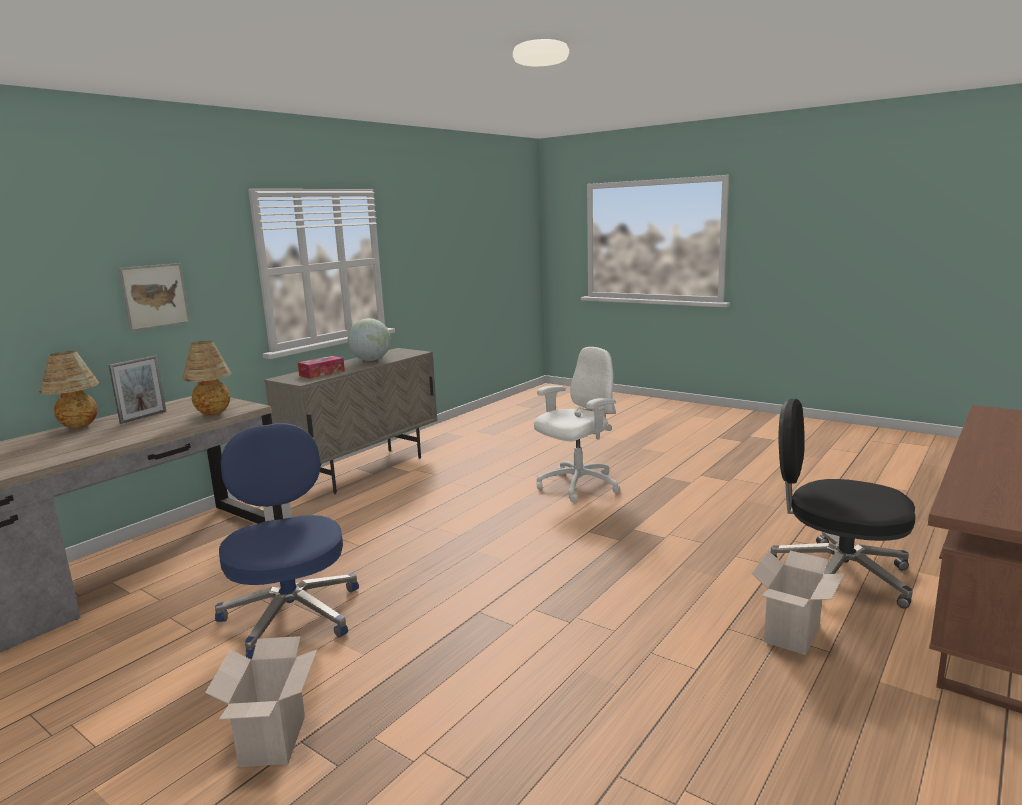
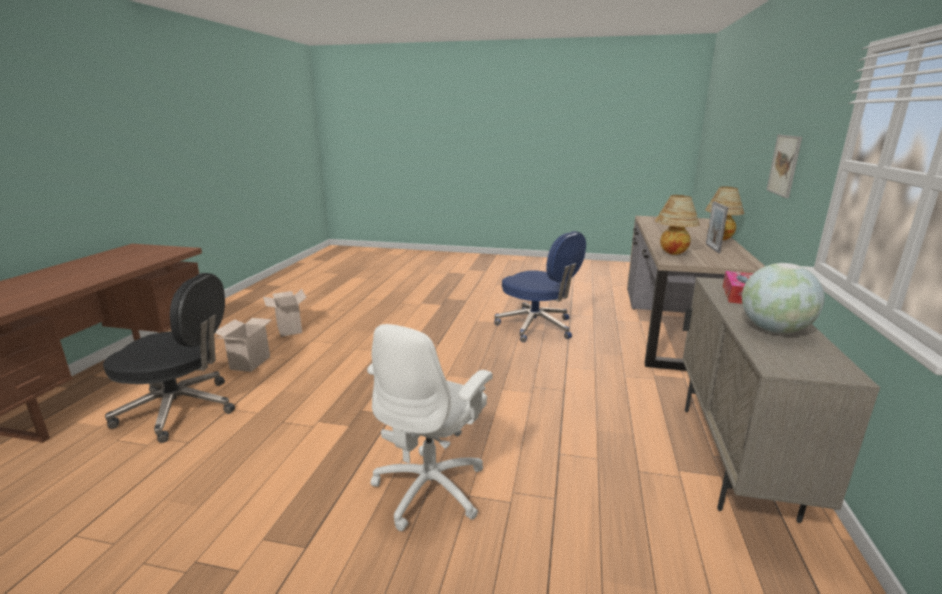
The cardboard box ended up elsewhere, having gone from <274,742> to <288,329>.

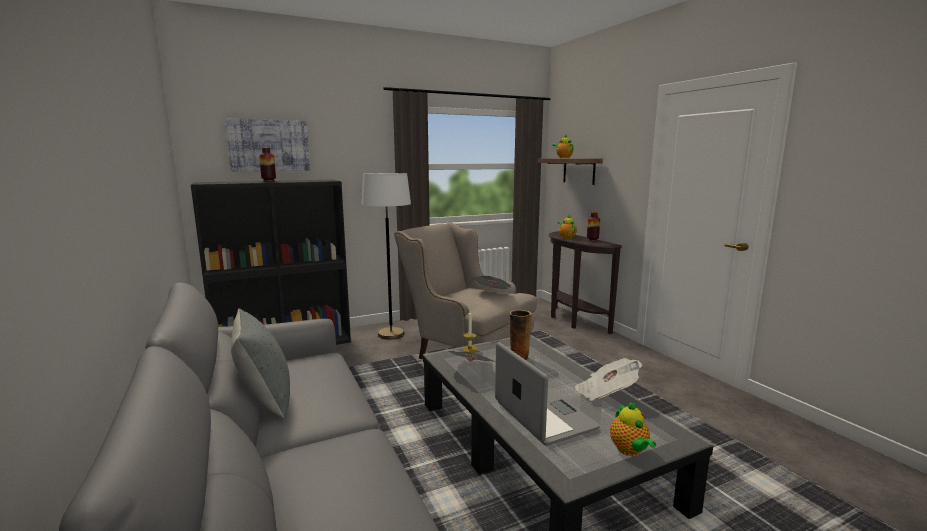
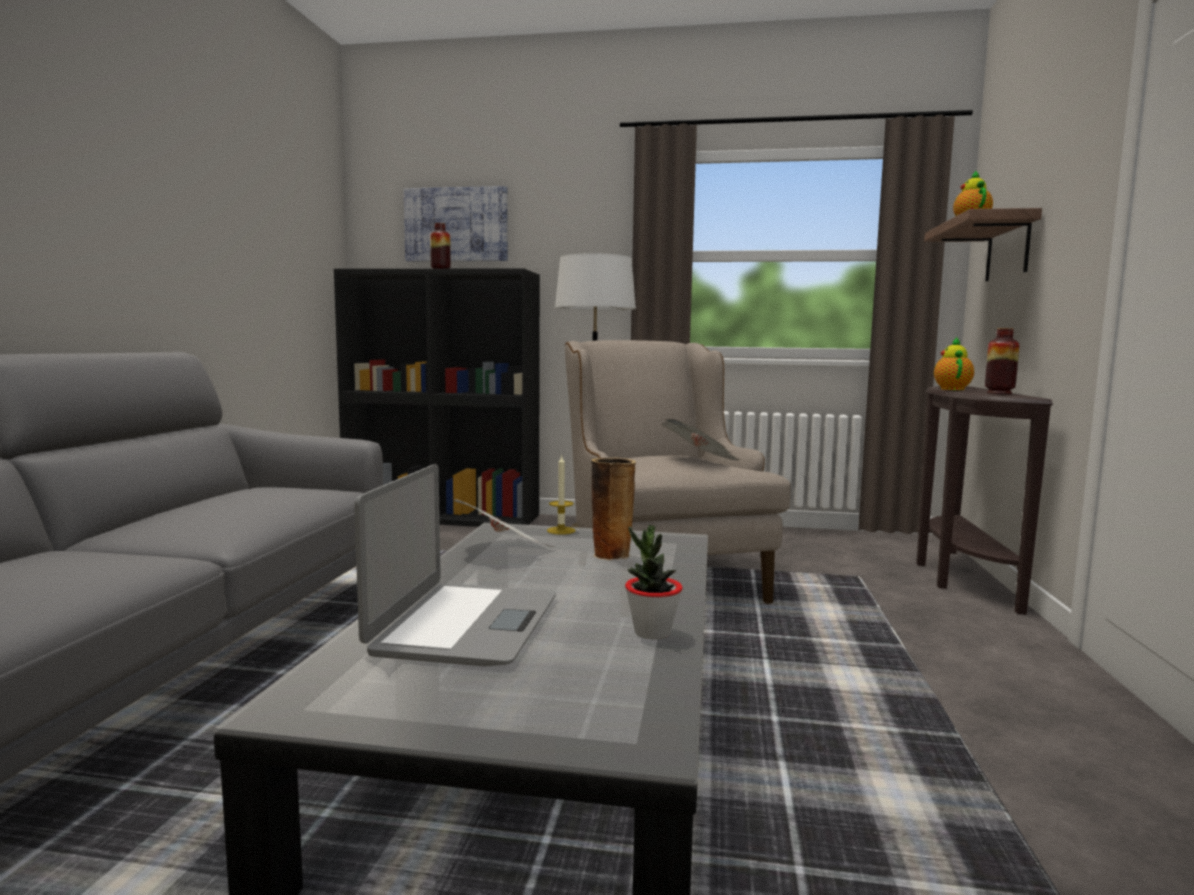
The second view lost the grey pillow at <265,400>.
The second view lost the teapot at <629,451>.
Where the newspaper stood at <606,393>, the potted plant came to stand at <652,632>.

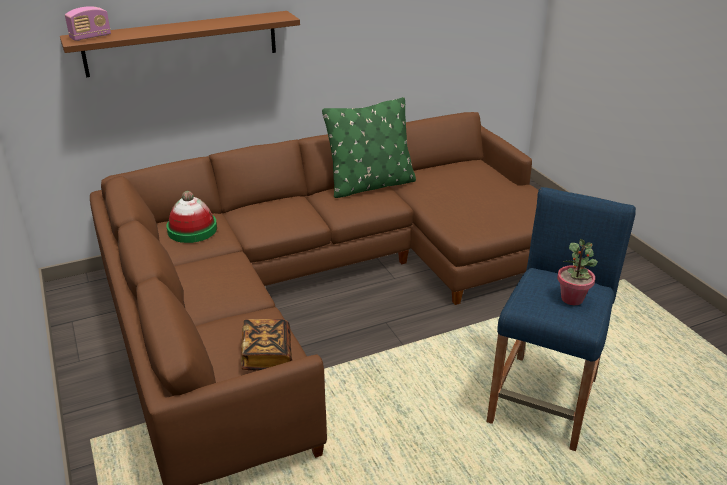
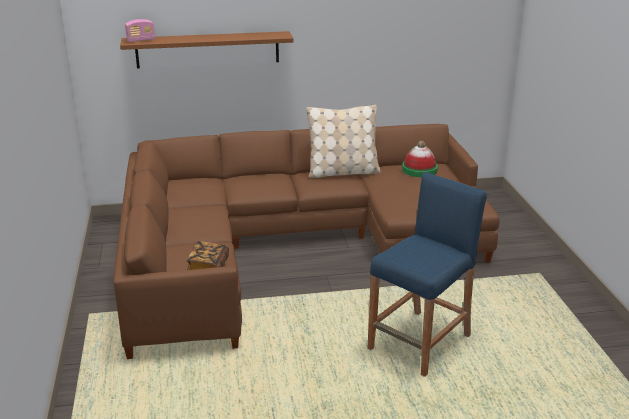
The second view lost the potted plant at <572,299>.
The hat ended up elsewhere, having gone from <192,230> to <419,170>.
What was the green pillow at <370,185> turned into the beige pillow at <343,172>.

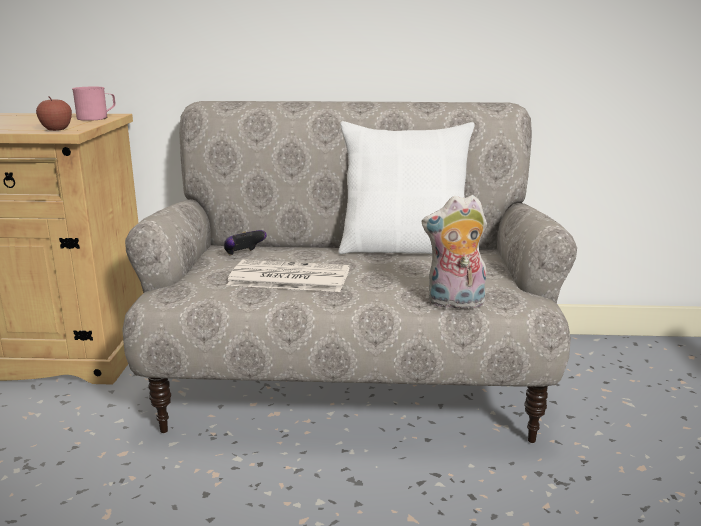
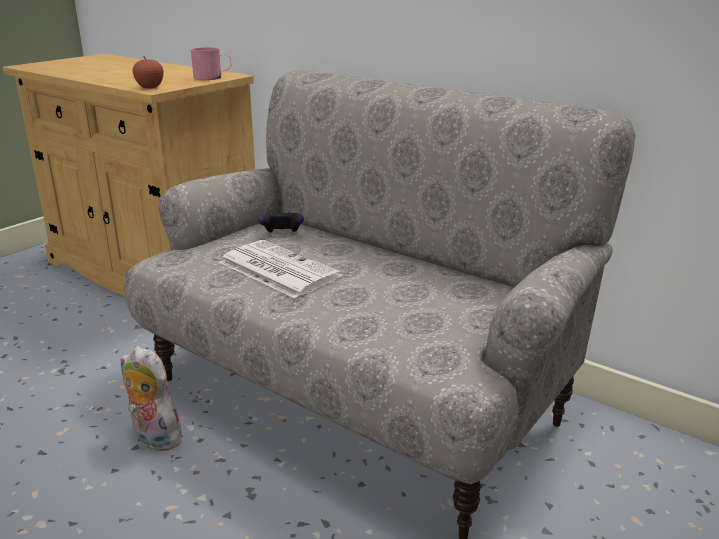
The second view lost the white pillow at <404,248>.
The plush toy ended up elsewhere, having gone from <455,304> to <153,439>.

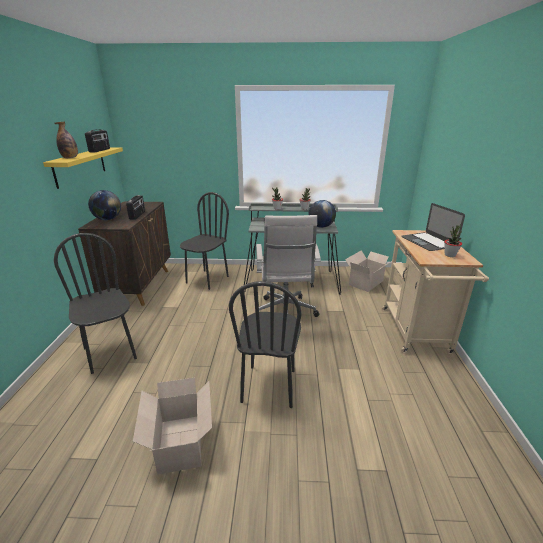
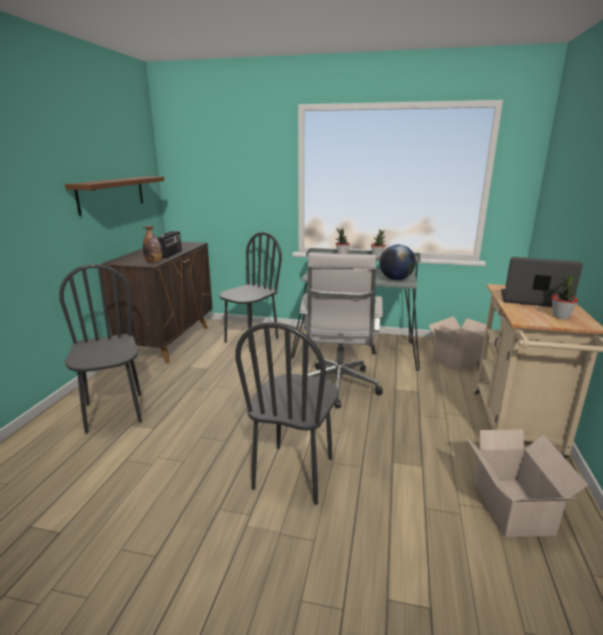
The second view lost the radio at <100,150>.
The second view lost the globe at <108,219>.
The bottle ended up elsewhere, having gone from <70,158> to <154,262>.
The cardboard box ended up elsewhere, having gone from <180,445> to <512,509>.
What was the yellow shelf at <80,166> turned into the brown shelf at <111,194>.
The laptop at <428,241> ended up facing another way, 120 degrees clockwise from before.

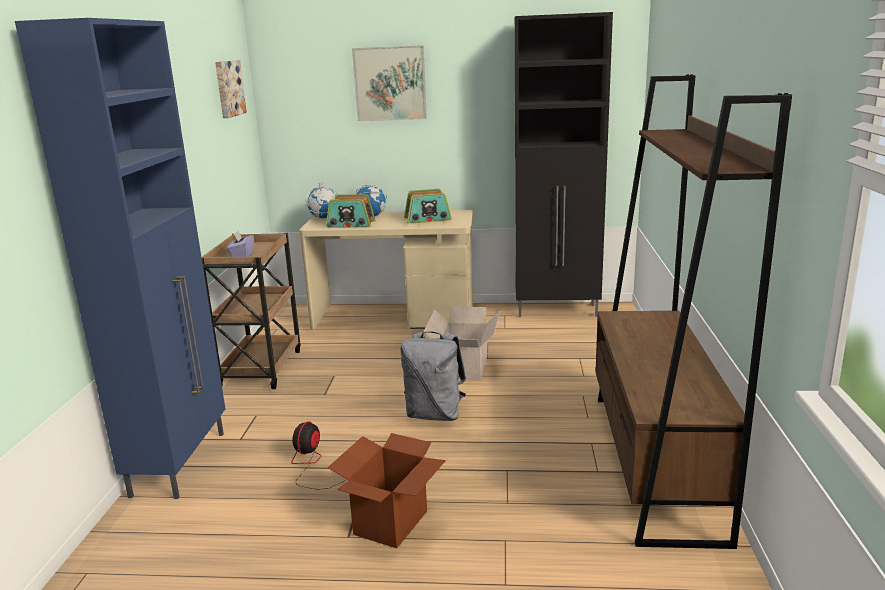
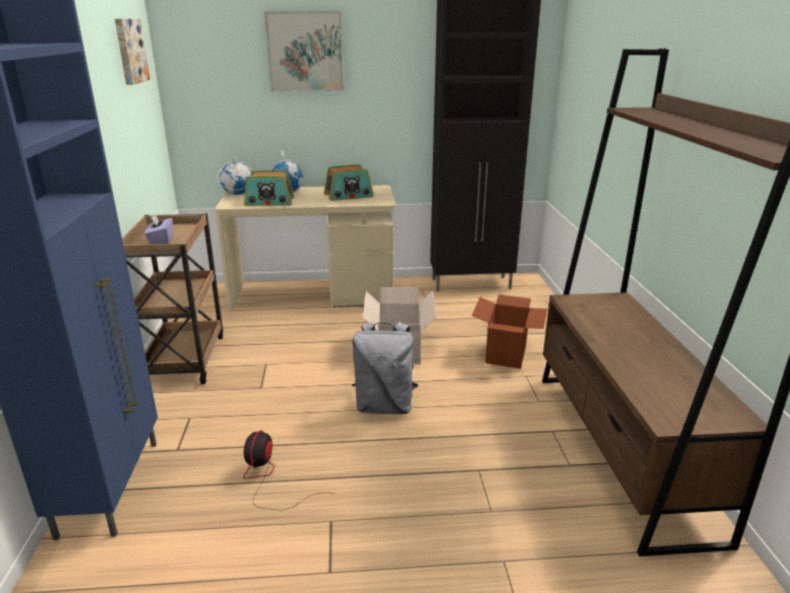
The cardboard box ended up elsewhere, having gone from <391,523> to <506,355>.

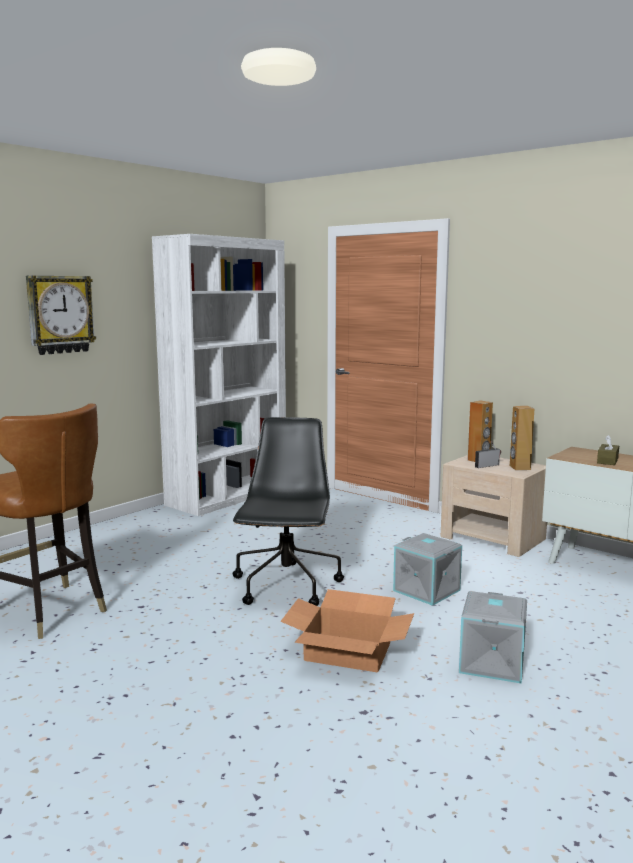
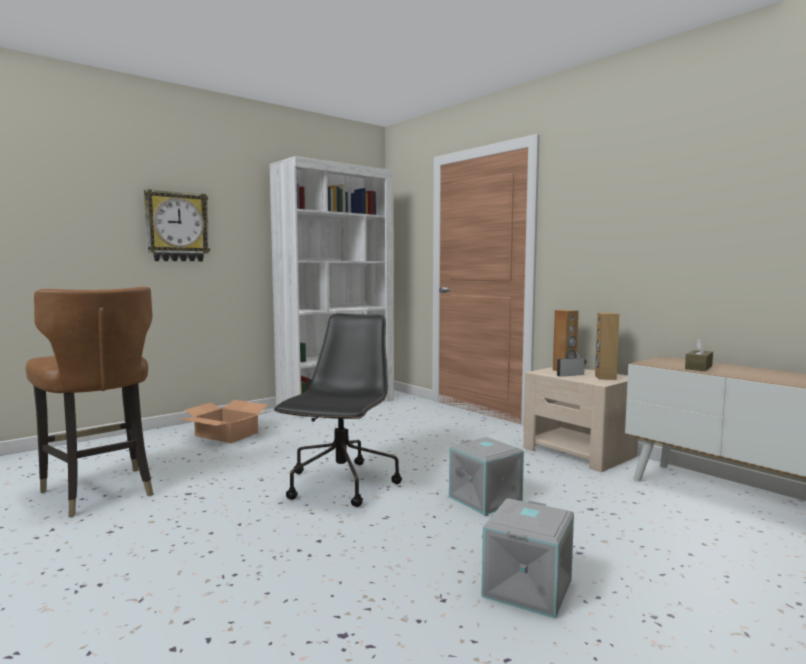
The cardboard box ended up elsewhere, having gone from <347,652> to <226,434>.

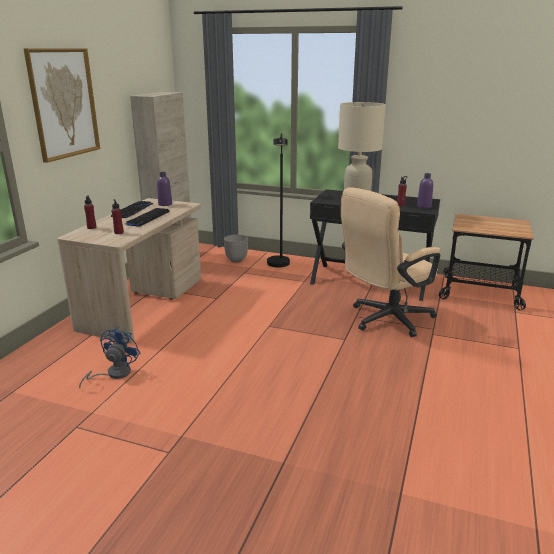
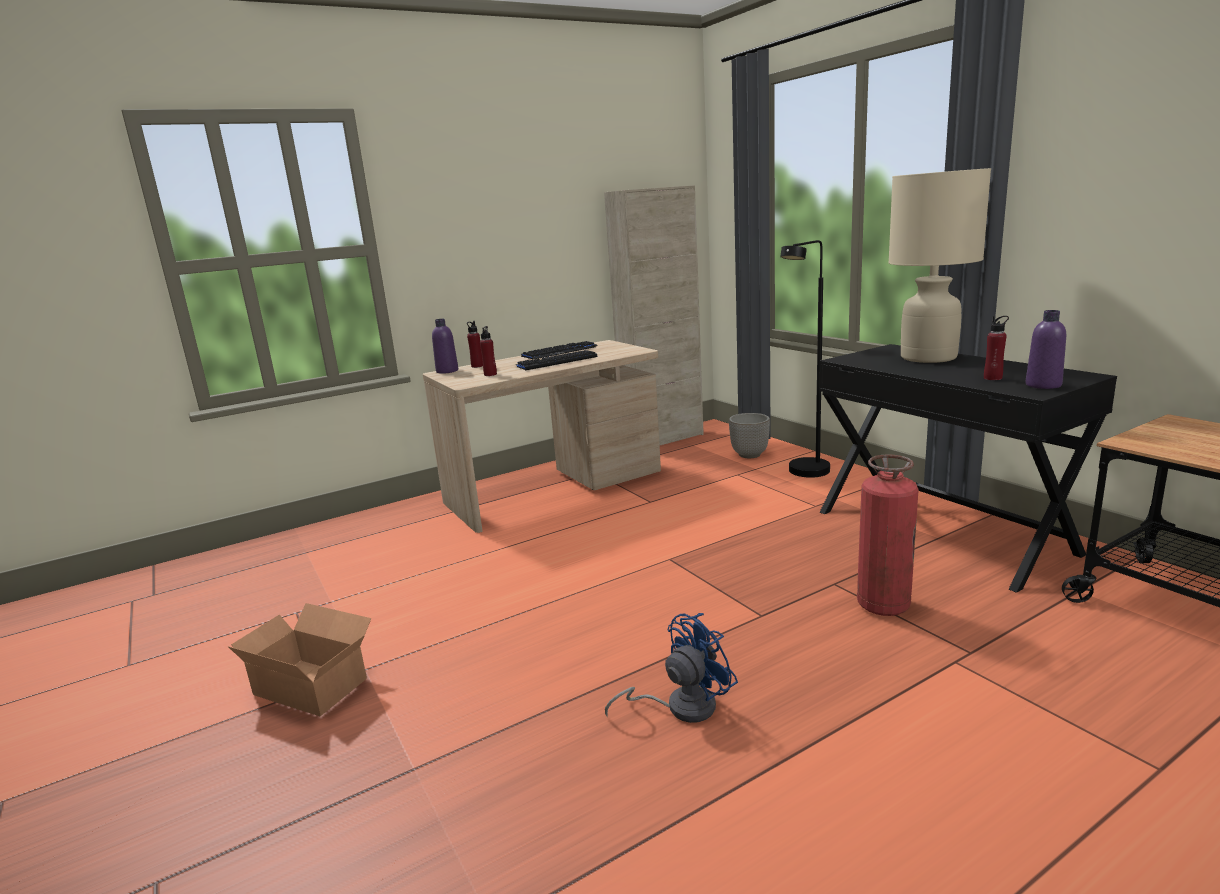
The second view lost the picture at <63,103>.
The second view gained the cardboard box at <312,683>.
The blue fan ended up elsewhere, having gone from <113,374> to <680,707>.
The purple bottle ended up elsewhere, having gone from <165,204> to <447,371>.
Where the beige office chair stood at <385,320>, the fire extinguisher came to stand at <883,605>.

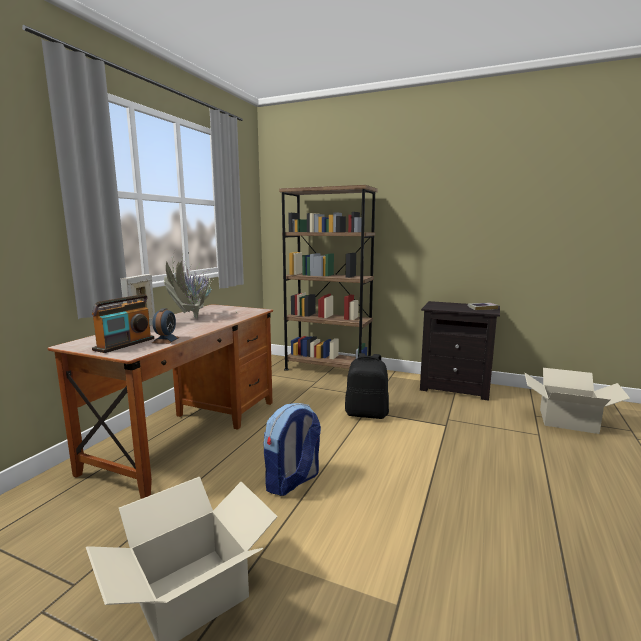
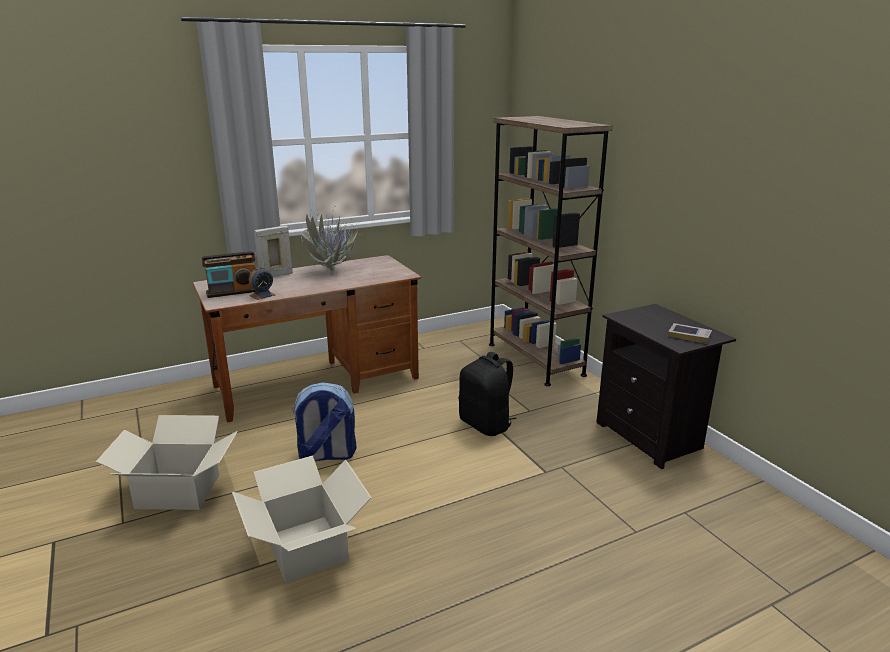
The cardboard box ended up elsewhere, having gone from <567,420> to <307,547>.

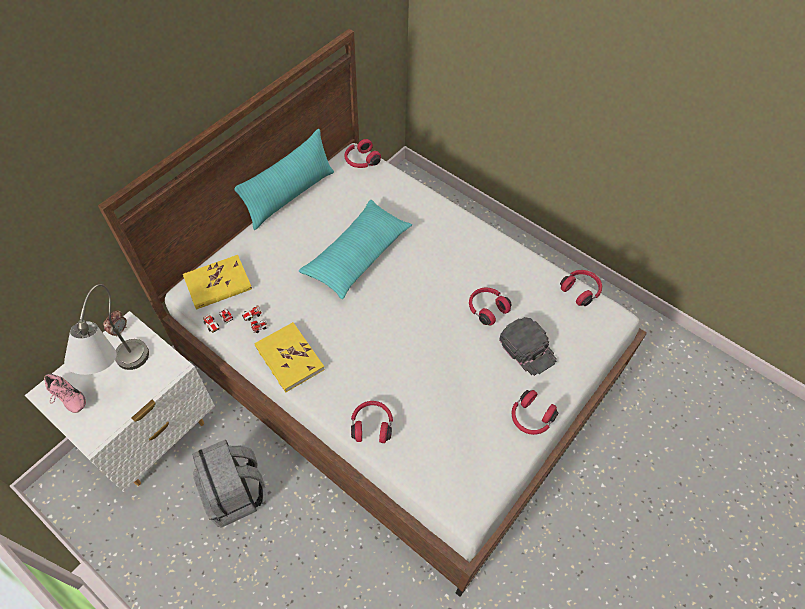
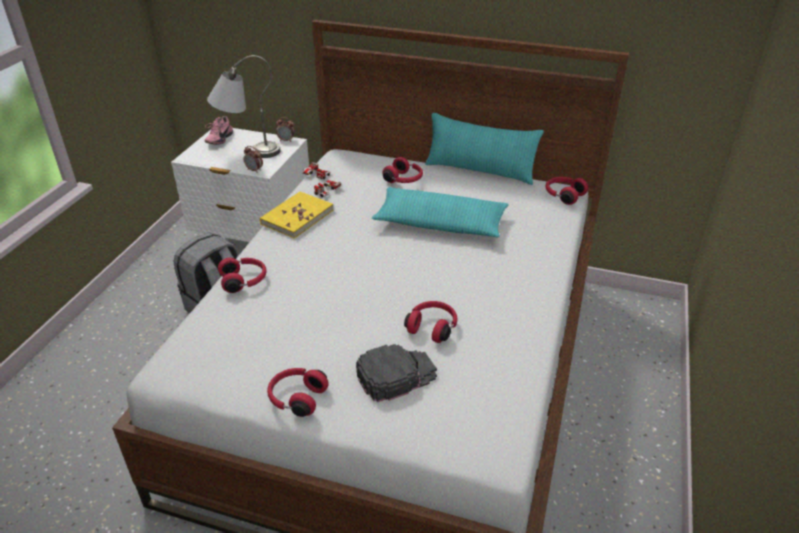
The second view lost the yellow book at <218,284>.
The second view gained the alarm clock at <254,170>.
The red headphones ended up elsewhere, having gone from <581,290> to <404,180>.
The black cap at <528,348> ended up facing another way, 150 degrees counterclockwise from before.

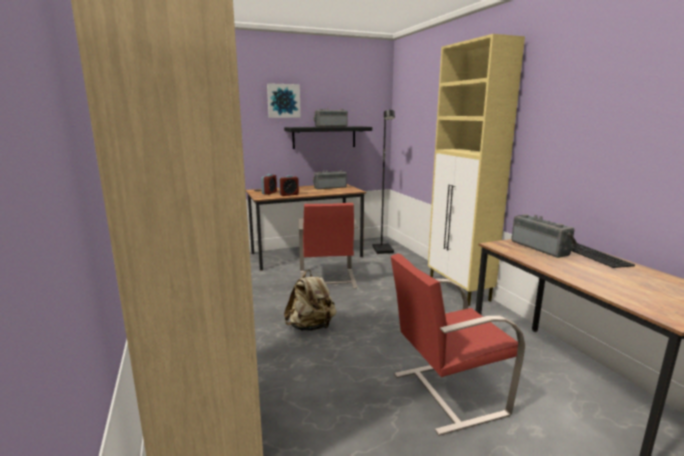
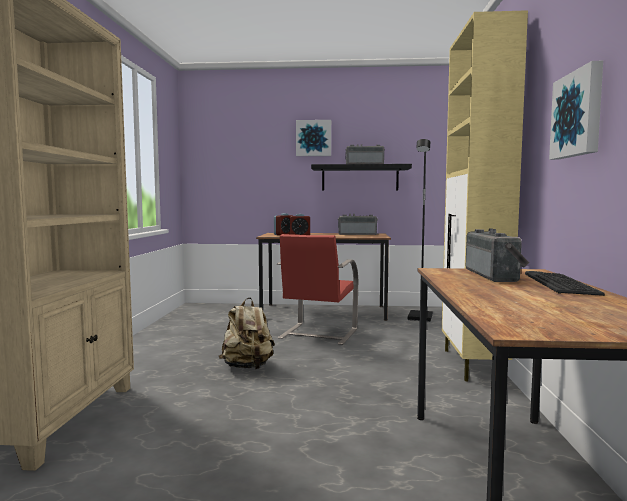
The second view lost the red chair at <446,393>.
The second view gained the picture at <578,114>.

